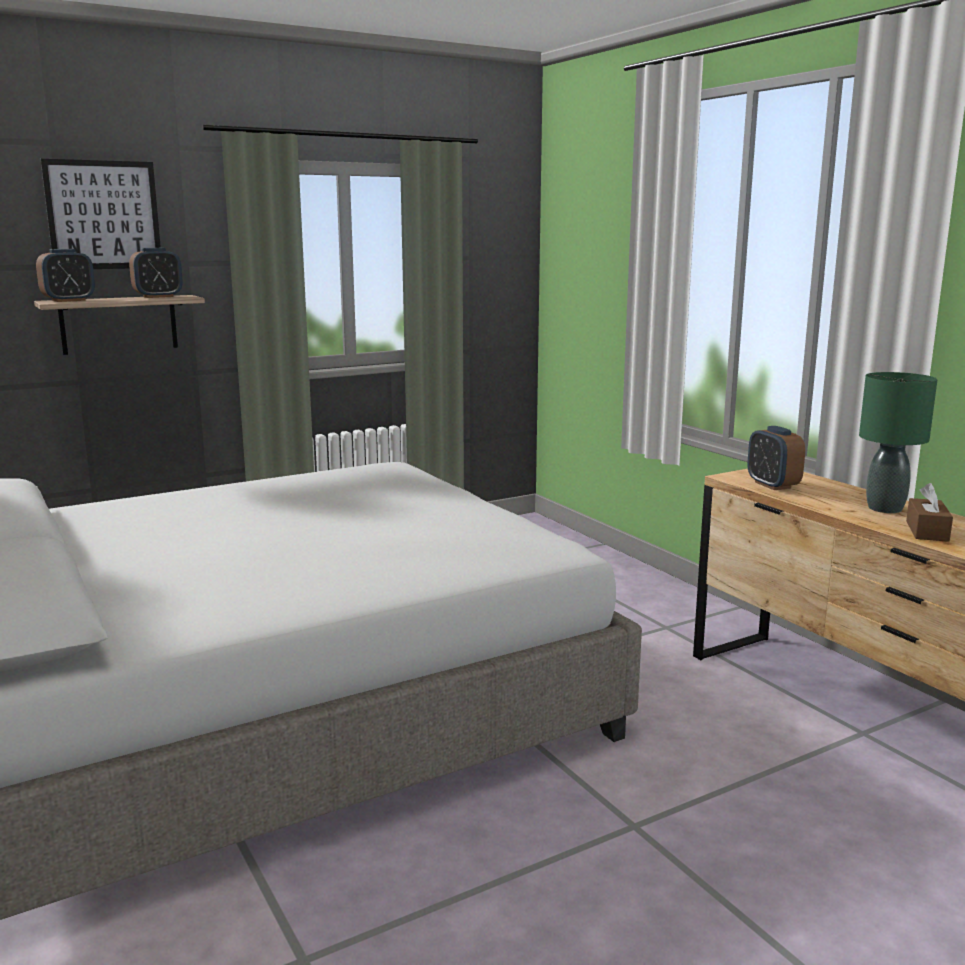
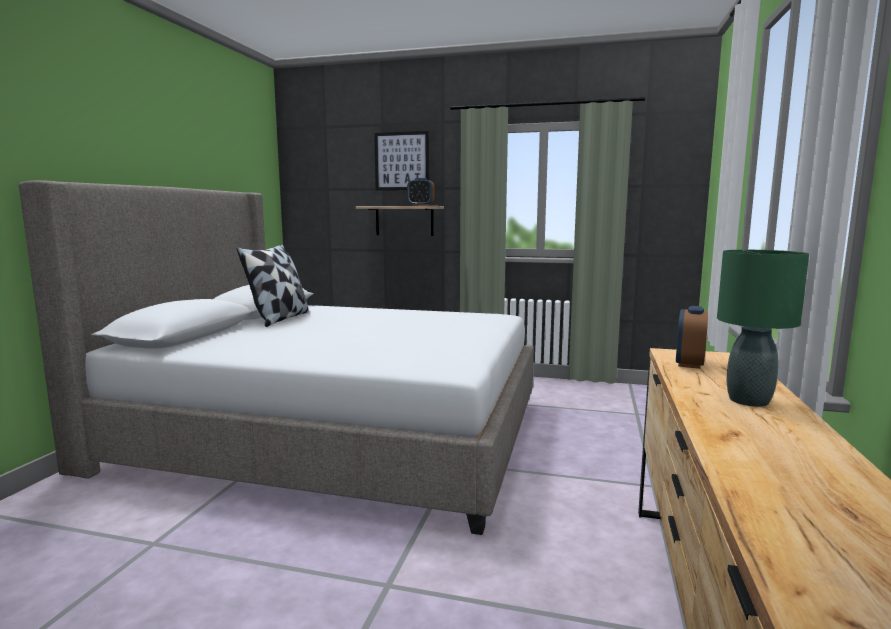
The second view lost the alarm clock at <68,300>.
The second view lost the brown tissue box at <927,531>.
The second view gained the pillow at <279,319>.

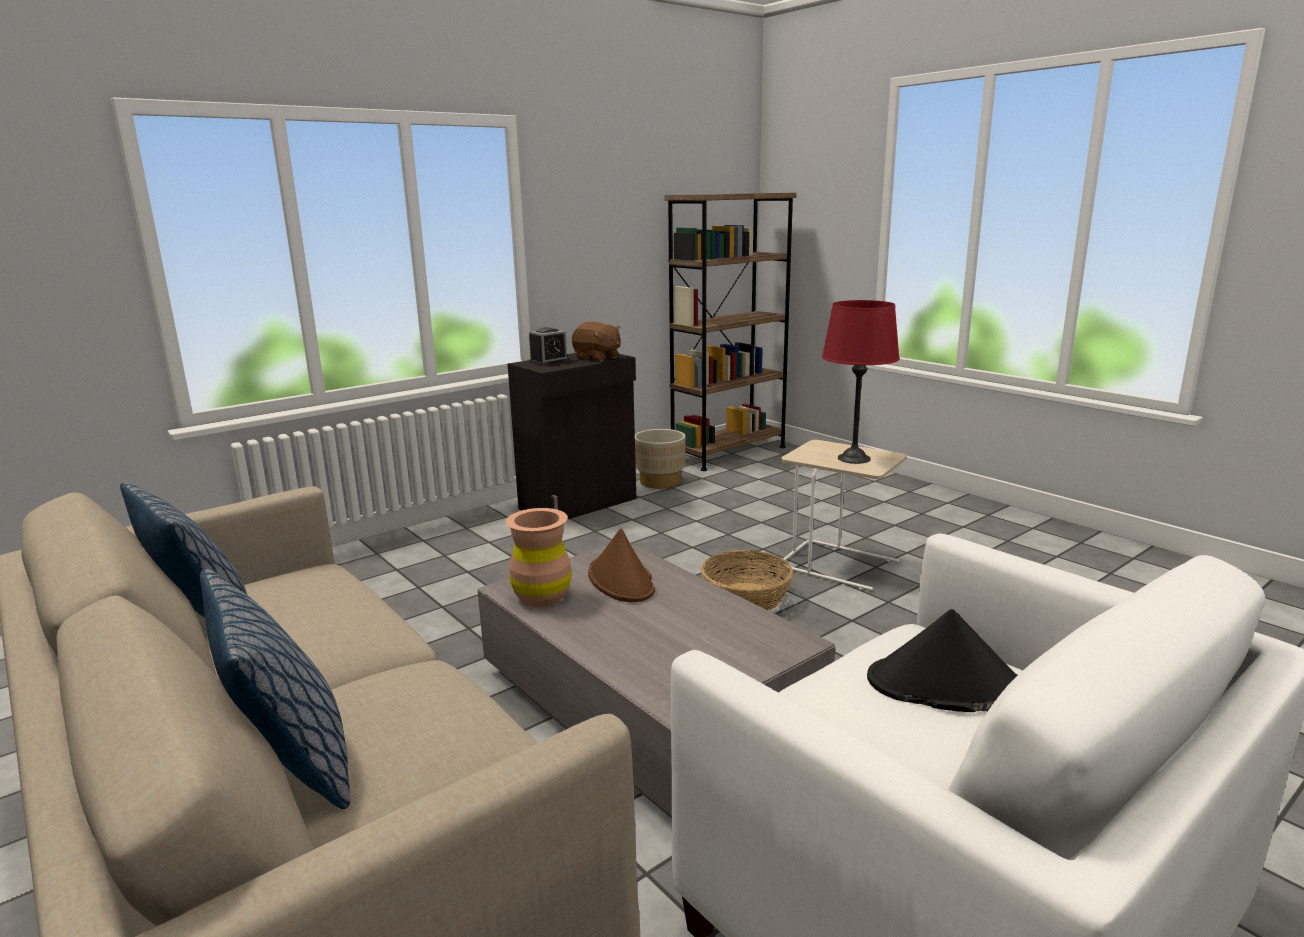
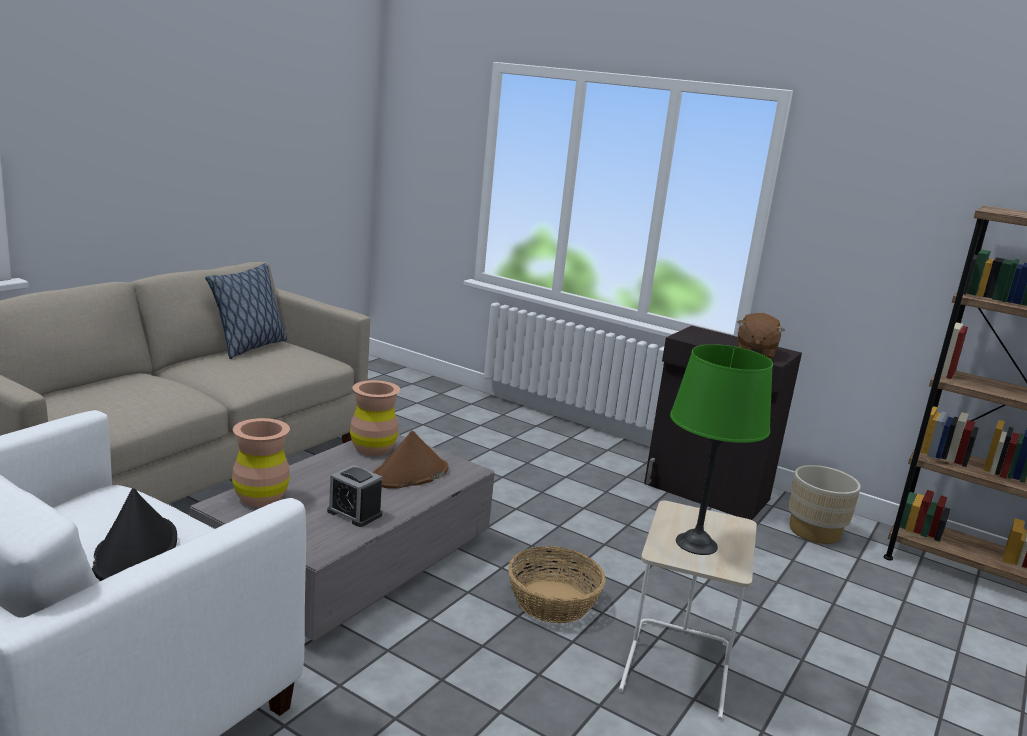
The second view lost the pillow at <293,766>.
The second view gained the brown vase at <261,497>.
The alarm clock ended up elsewhere, having gone from <549,361> to <354,513>.
What was the red table lamp at <853,458> turned into the green table lamp at <696,544>.

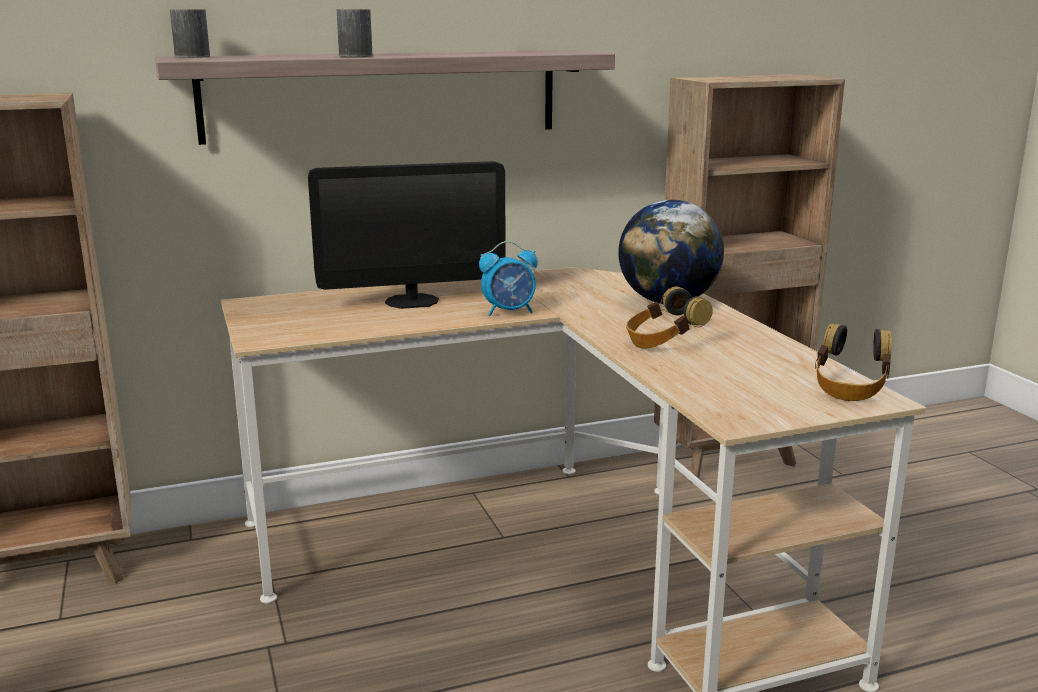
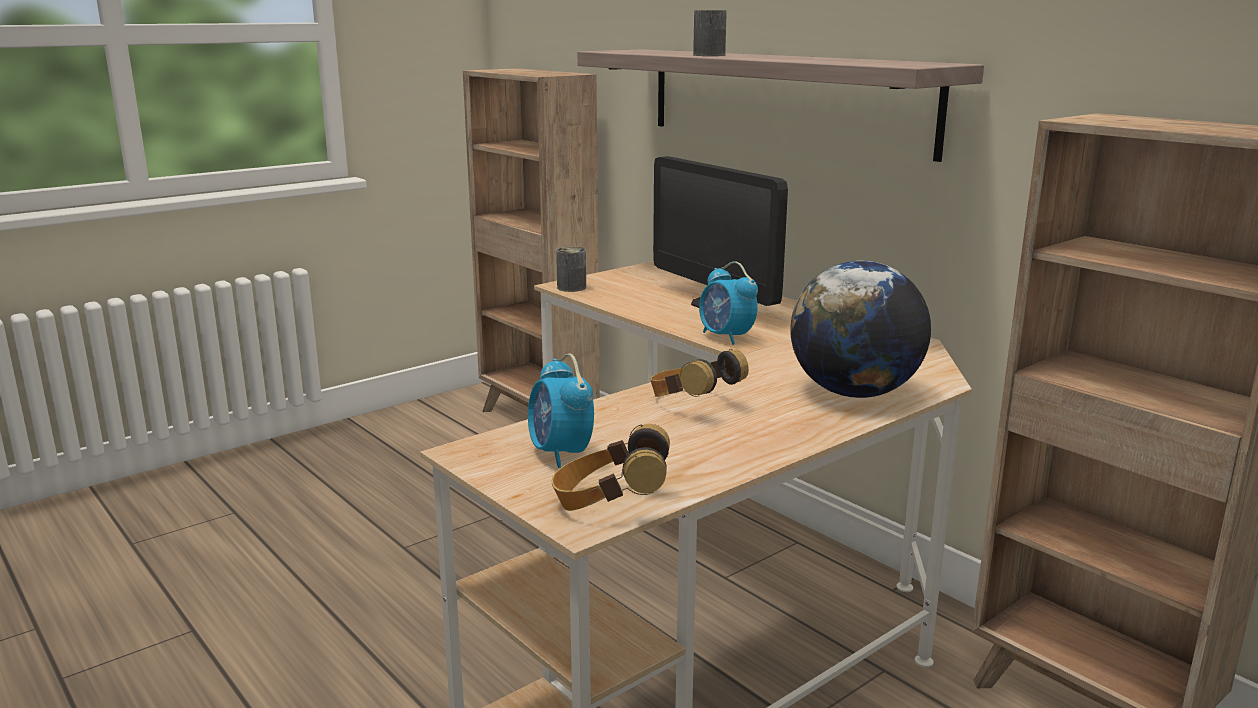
The second view gained the alarm clock at <560,454>.
The can ended up elsewhere, having gone from <192,56> to <571,287>.

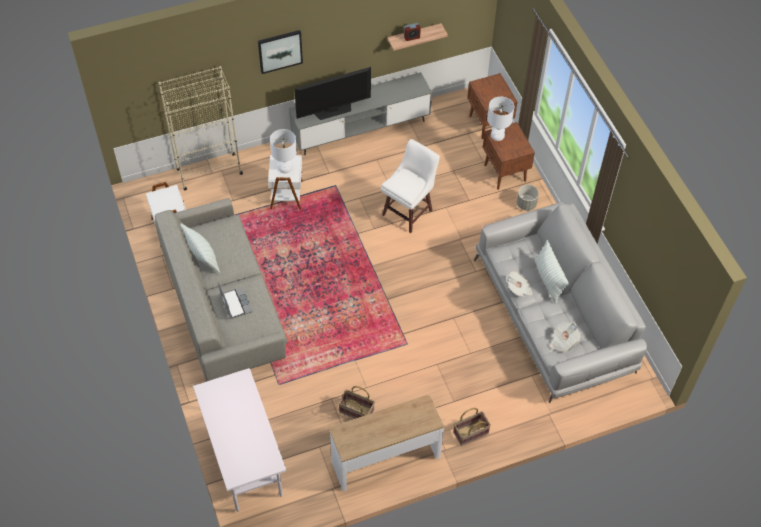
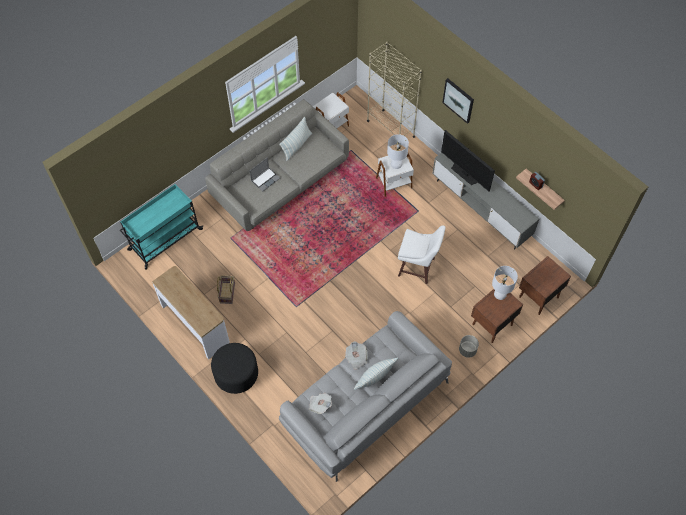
Where the white desk stood at <244,461>, the turquoise cart came to stand at <164,240>.
Where the basket stood at <471,433>, the black ottoman came to stand at <236,374>.

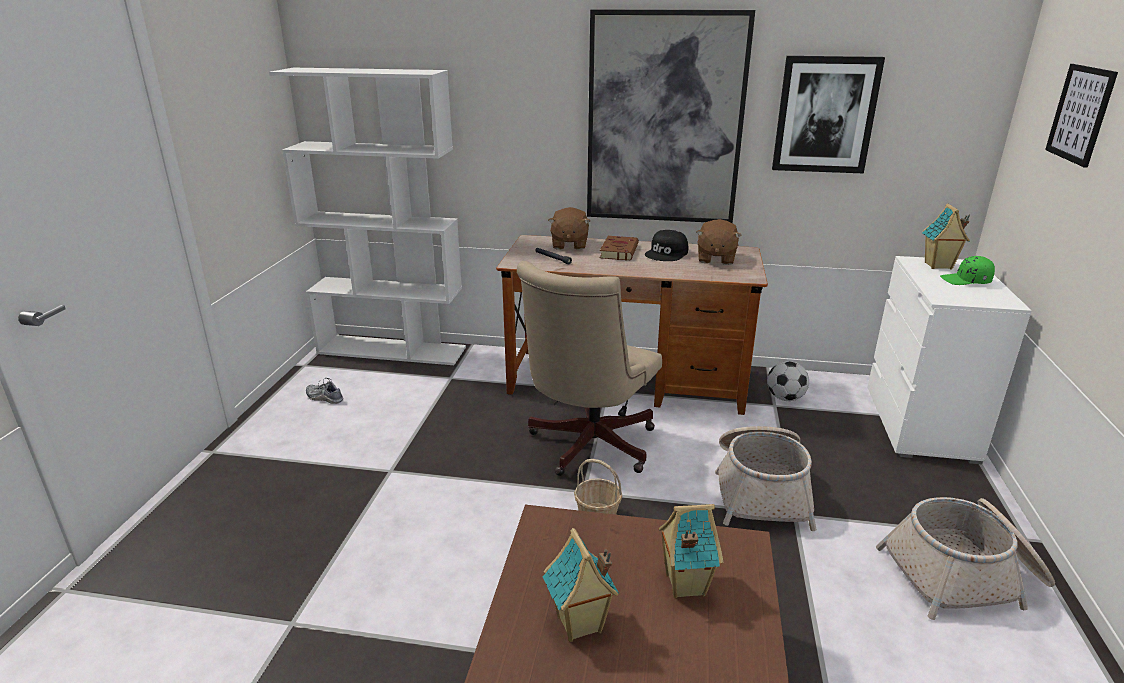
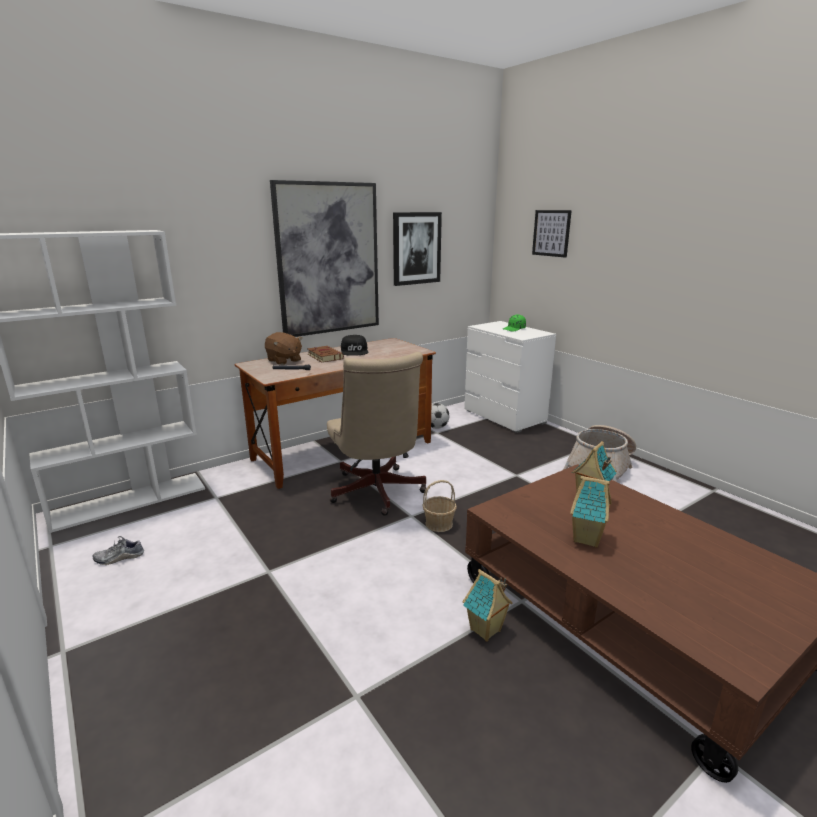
The second view lost the brown plush toy at <715,258>.
The second view lost the basket at <760,490>.
The toy house ended up elsewhere, having gone from <938,266> to <486,631>.

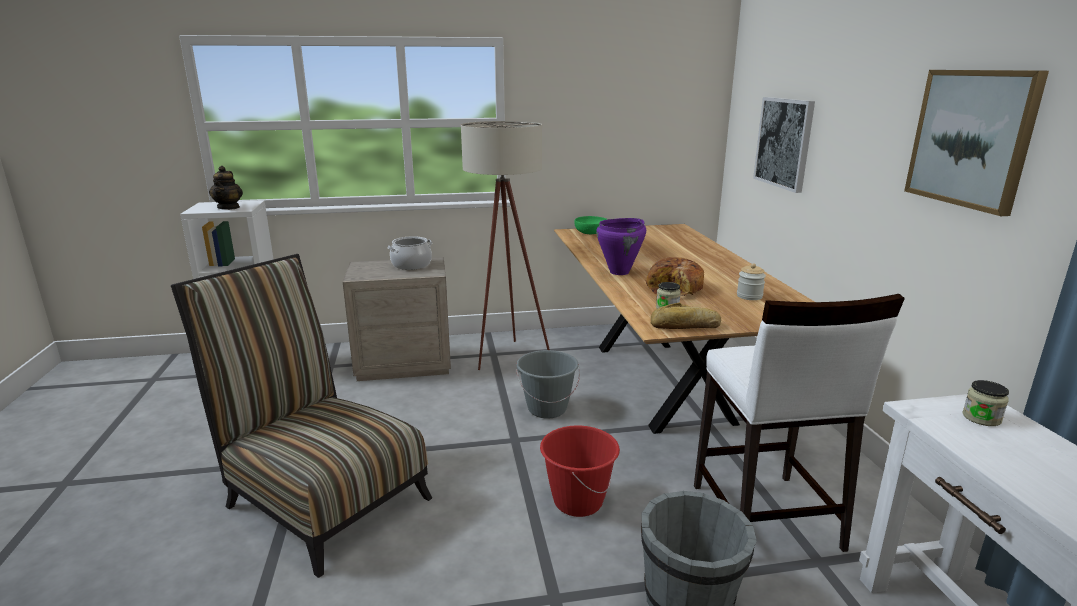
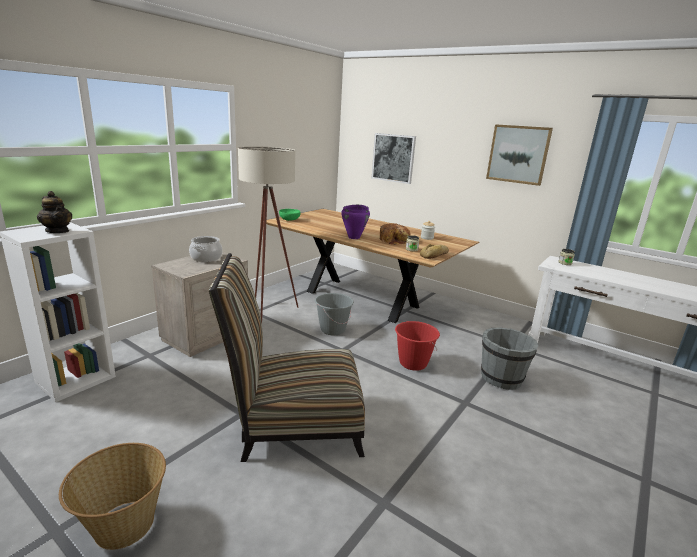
The second view lost the white stool at <765,517>.
The second view gained the basket at <123,525>.

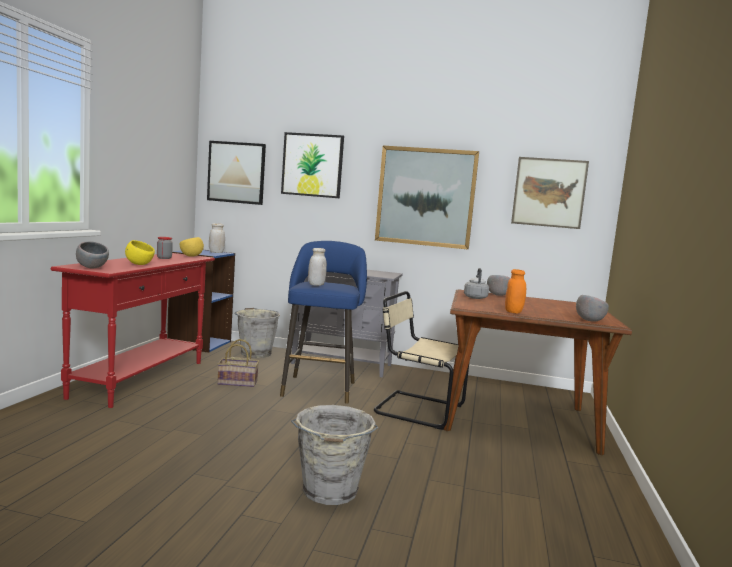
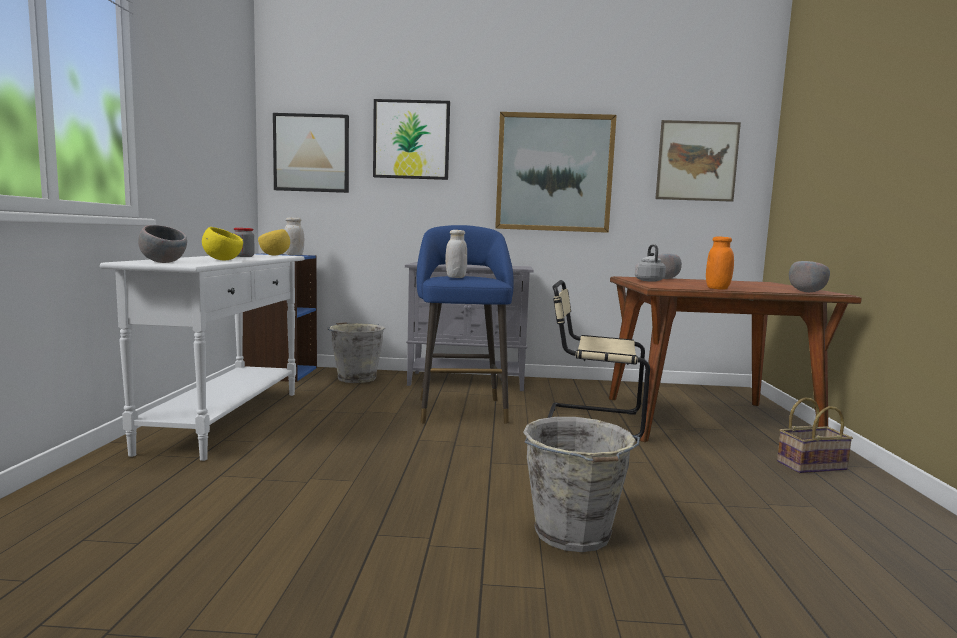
The basket ended up elsewhere, having gone from <238,382> to <811,465>.
What was the red console table at <141,379> turned into the white console table at <226,420>.

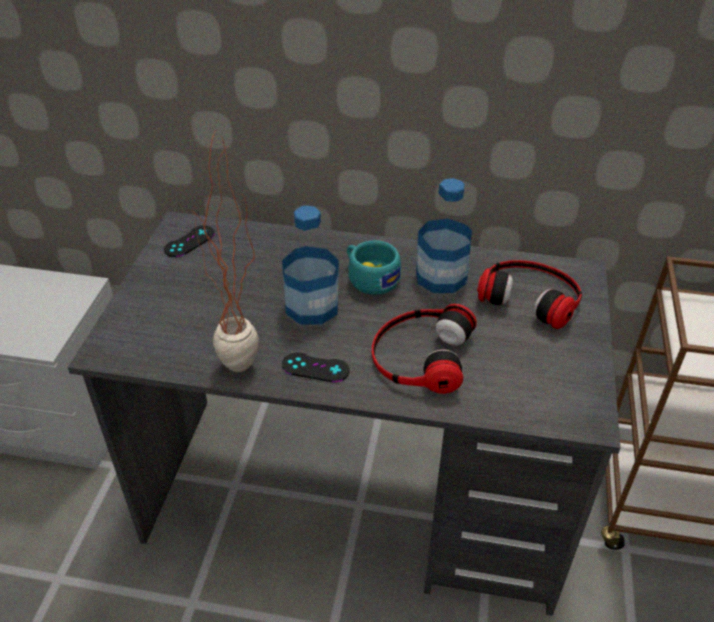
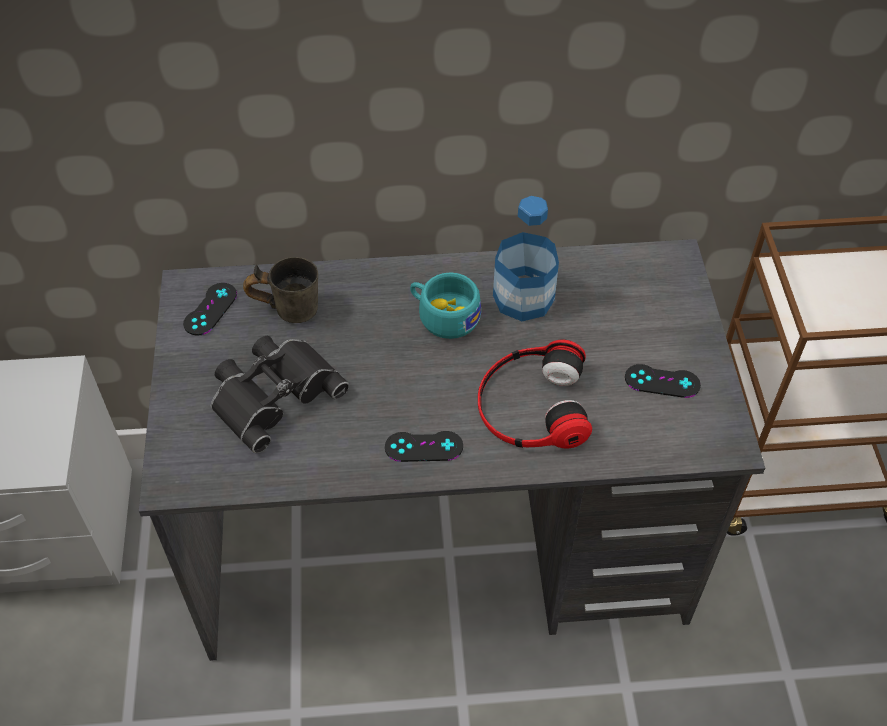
The second view lost the potted plant at <240,375>.
The second view lost the bottle at <312,307>.
The second view lost the headphones at <531,295>.
The second view gained the black binoculars at <273,393>.
The second view gained the grey mug at <288,306>.
The second view gained the black game controller at <662,381>.

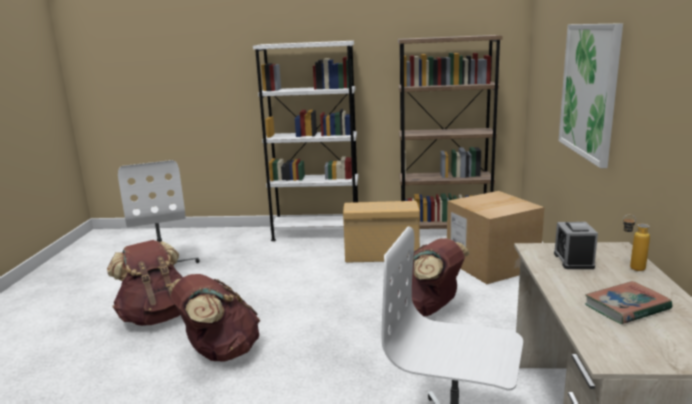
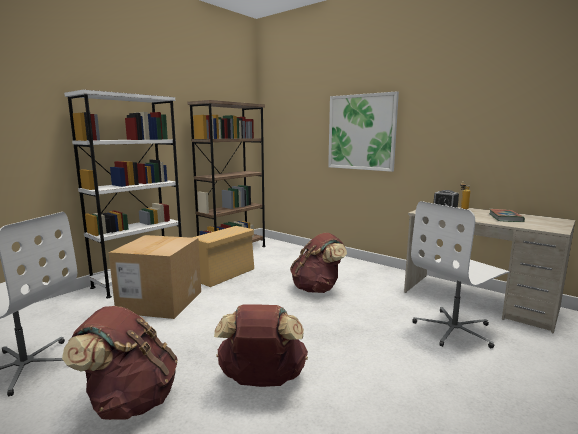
The cardboard box ended up elsewhere, having gone from <491,264> to <161,302>.

